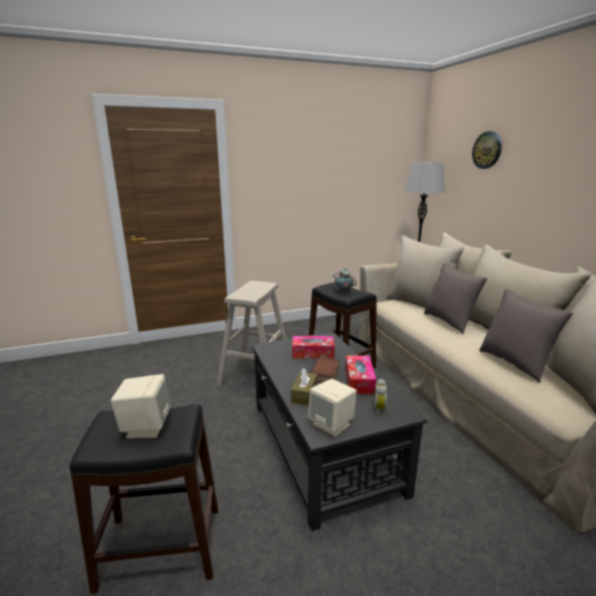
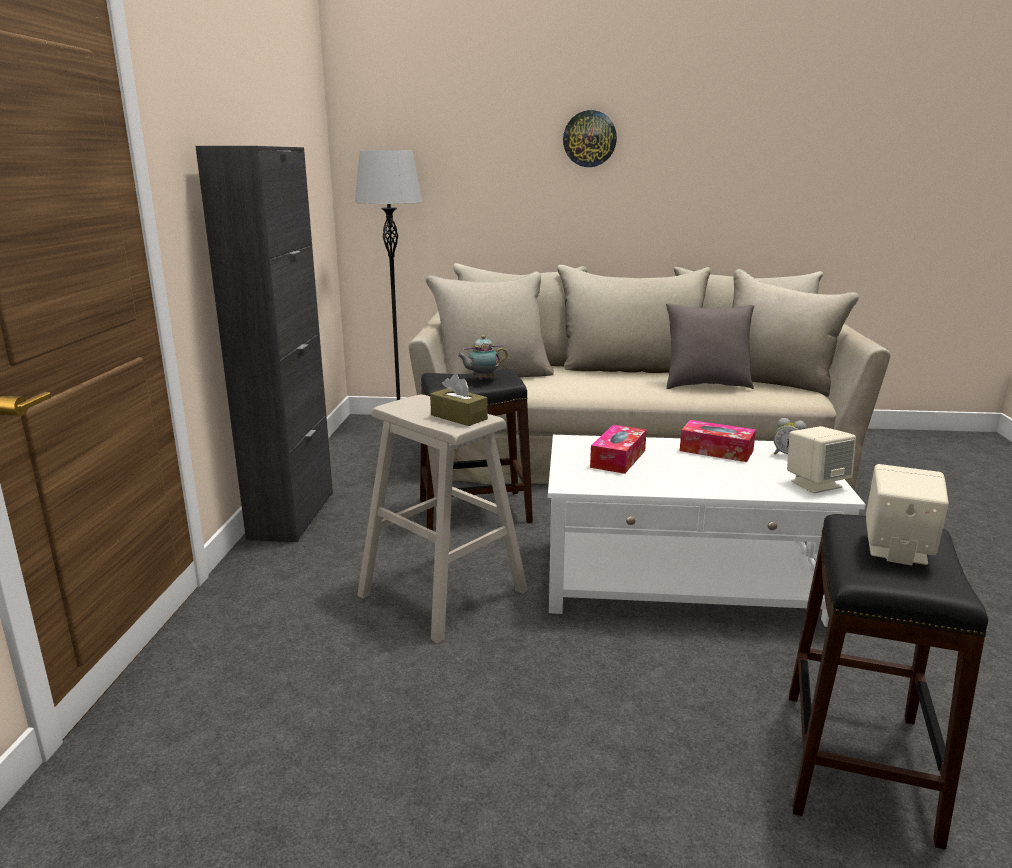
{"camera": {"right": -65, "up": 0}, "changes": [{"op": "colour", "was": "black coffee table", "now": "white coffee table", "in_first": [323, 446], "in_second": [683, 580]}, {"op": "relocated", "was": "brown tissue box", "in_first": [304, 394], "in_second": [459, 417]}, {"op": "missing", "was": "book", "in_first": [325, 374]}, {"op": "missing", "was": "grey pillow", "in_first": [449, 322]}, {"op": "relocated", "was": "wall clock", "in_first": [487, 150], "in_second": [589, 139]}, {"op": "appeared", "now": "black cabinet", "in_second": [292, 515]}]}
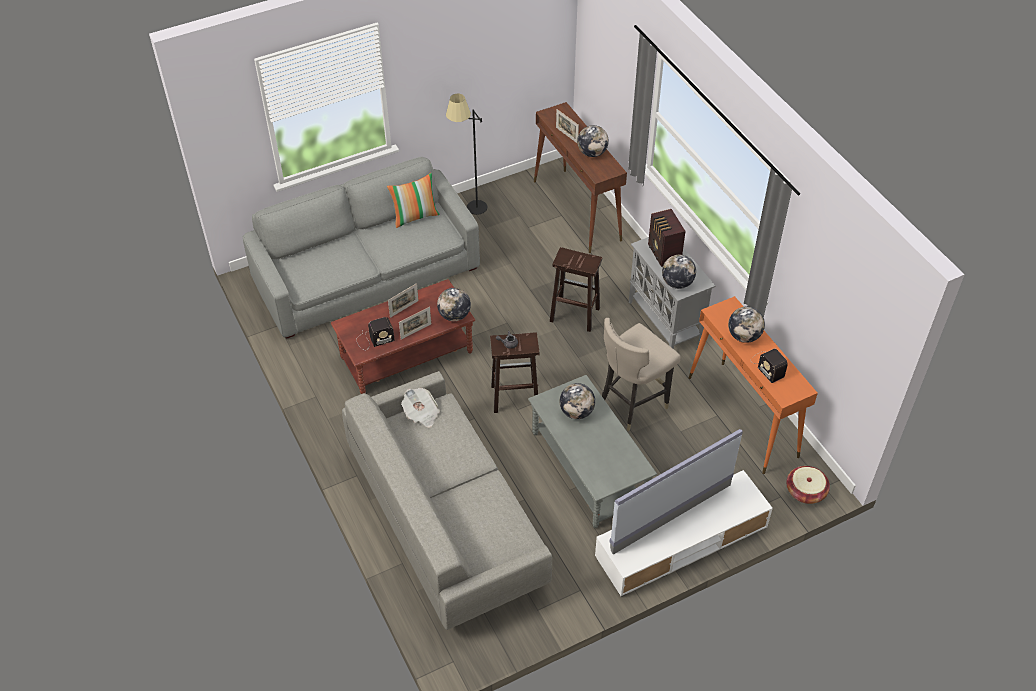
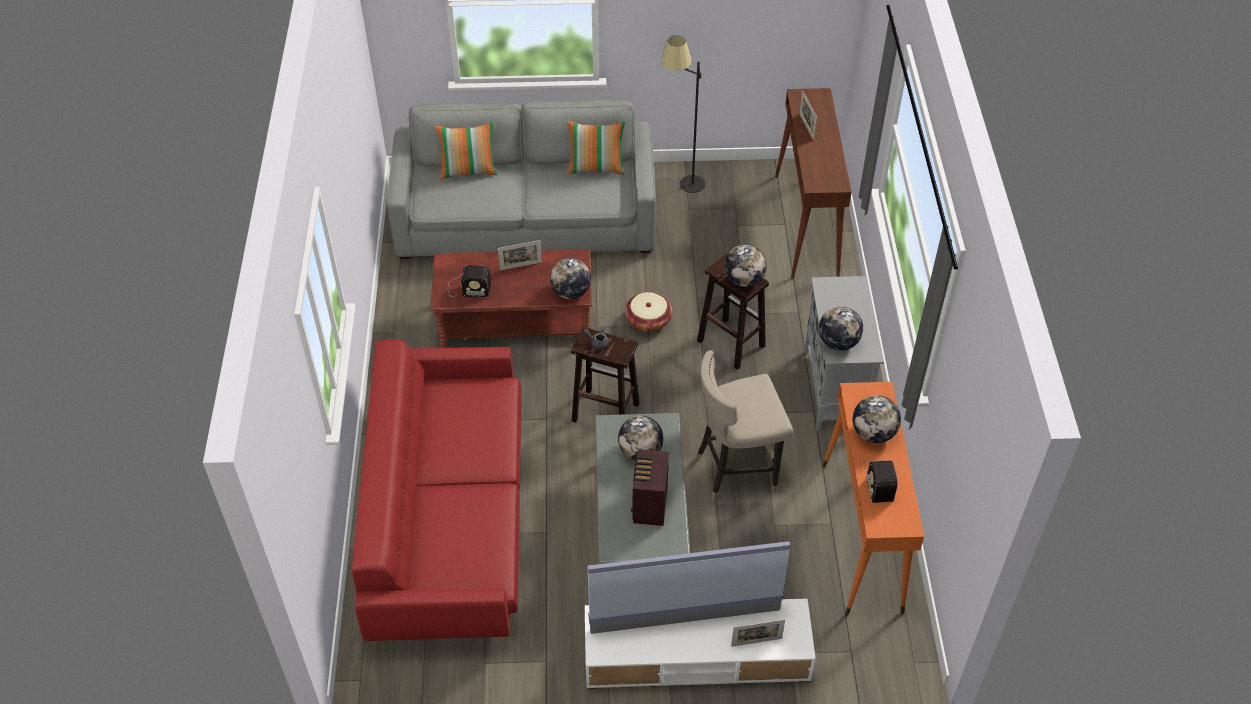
{"camera": {"right": 25, "up": 0}, "changes": [{"op": "colour", "was": "grey sofa", "now": "red sofa", "in_first": [447, 518], "in_second": [450, 519]}, {"op": "relocated", "was": "picture frame", "in_first": [416, 331], "in_second": [756, 642]}, {"op": "missing", "was": "newspaper", "in_first": [421, 414]}, {"op": "relocated", "was": "globe", "in_first": [592, 153], "in_second": [744, 280]}, {"op": "relocated", "was": "radio", "in_first": [664, 254], "in_second": [649, 506]}, {"op": "relocated", "was": "basket", "in_first": [805, 491], "in_second": [648, 321]}, {"op": "appeared", "now": "pillow", "in_second": [469, 170]}]}
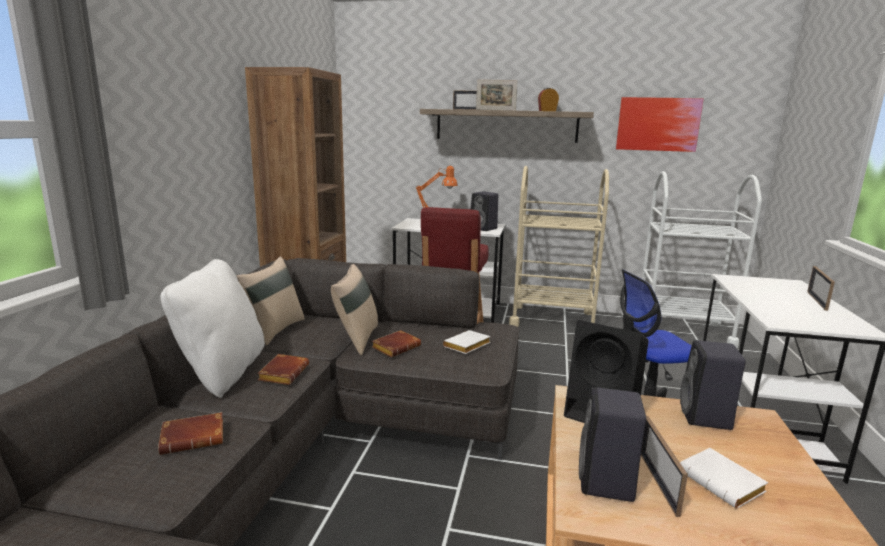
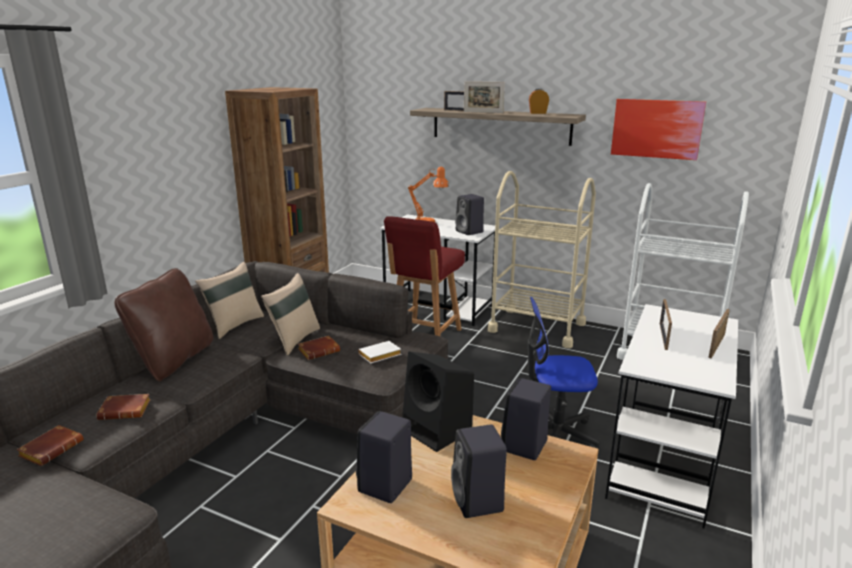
{"camera": {"right": 15, "up": 5}, "changes": [{"op": "colour", "was": "white pillow", "now": "brown pillow", "in_first": [223, 372], "in_second": [174, 360]}, {"op": "relocated", "was": "brown book", "in_first": [283, 373], "in_second": [52, 448]}, {"op": "relocated", "was": "picture frame", "in_first": [658, 481], "in_second": [663, 336]}, {"op": "exchanged", "was": "white book", "now": "black speaker", "in_first": [723, 483], "in_second": [478, 502]}]}
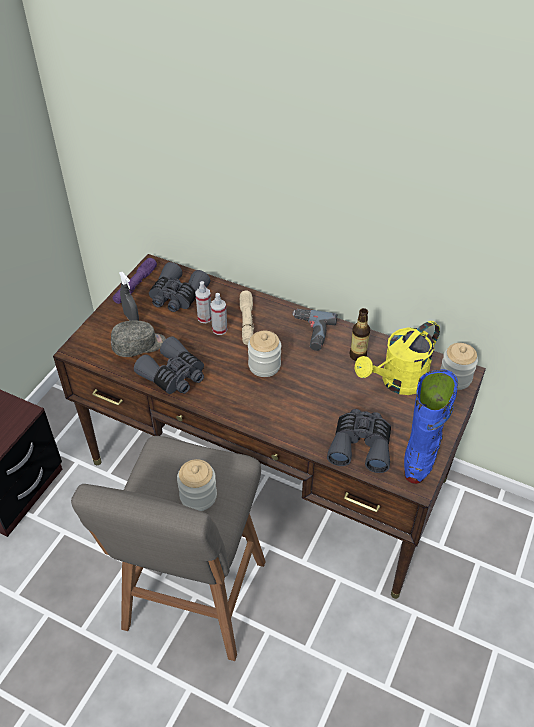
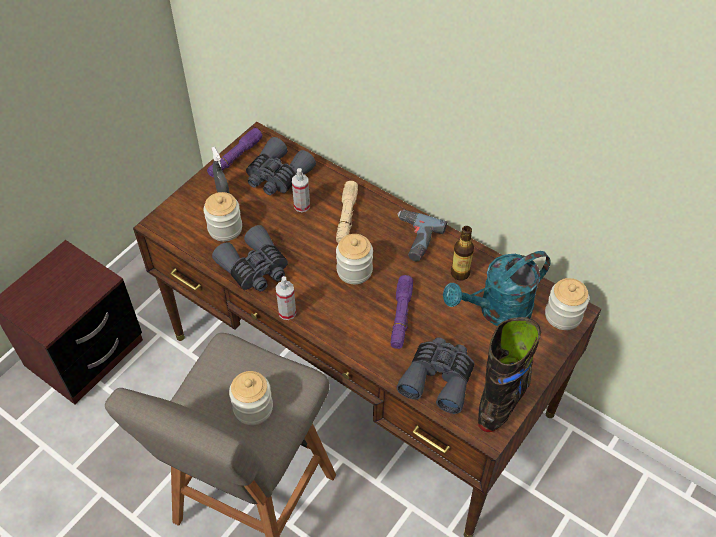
{"camera": {"right": 10, "up": 5}, "changes": [{"op": "exchanged", "was": "grey cap", "now": "jar", "in_first": [139, 345], "in_second": [225, 228]}, {"op": "relocated", "was": "spray bottle", "in_first": [219, 329], "in_second": [287, 312]}, {"op": "colour", "was": "yellow watering can", "now": "turquoise watering can", "in_first": [397, 382], "in_second": [497, 311]}, {"op": "colour", "was": "blue boot", "now": "black boot", "in_first": [422, 452], "in_second": [504, 397]}, {"op": "appeared", "now": "purple flashlight", "in_second": [401, 316]}]}
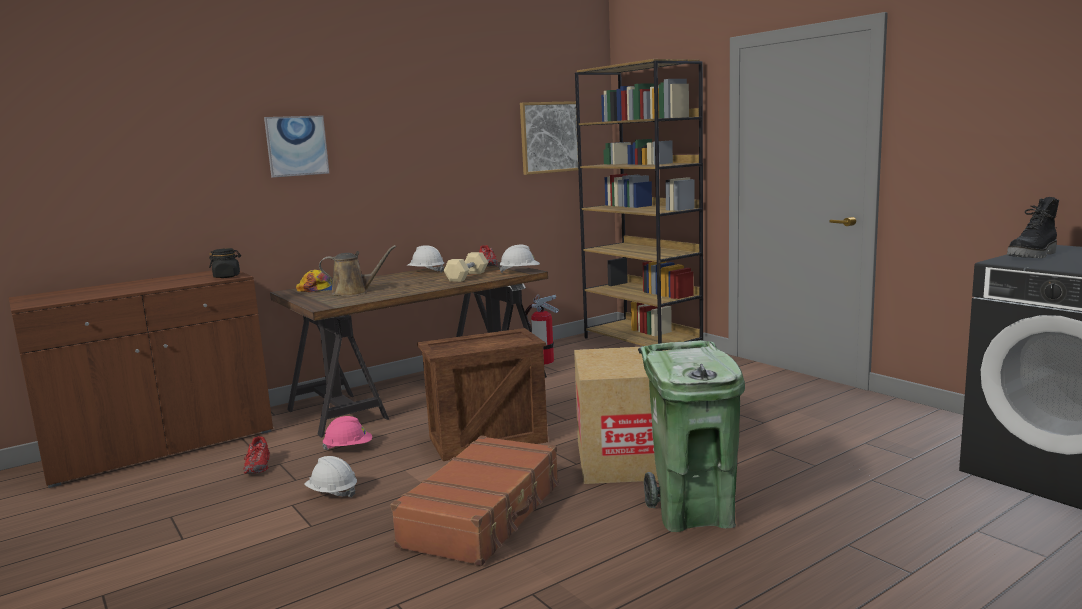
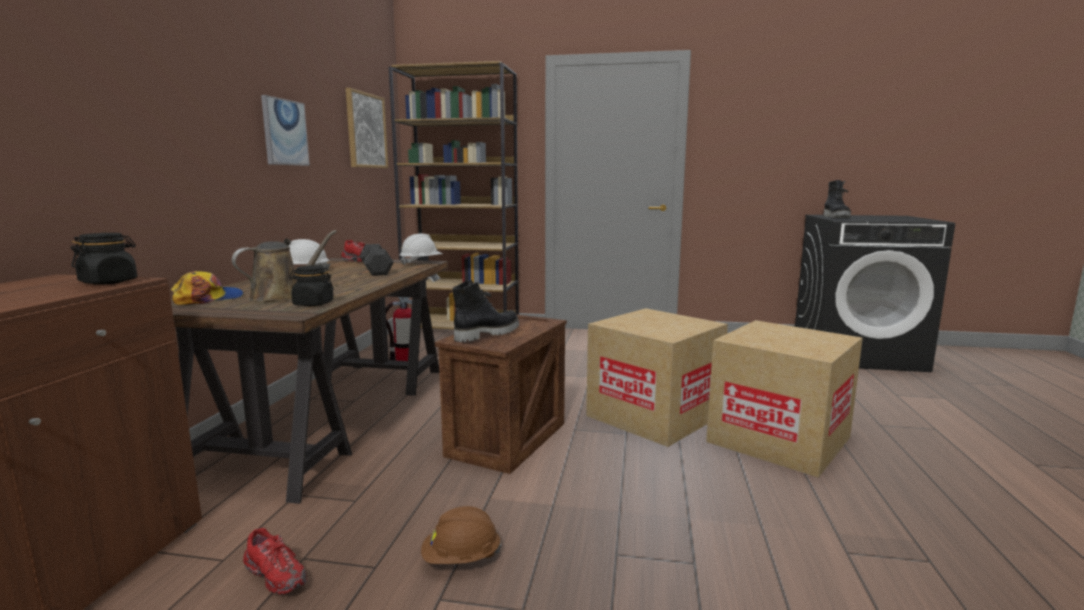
{"camera": {"right": -45, "up": 0}, "changes": [{"op": "relocated", "was": "picture", "in_first": [296, 146], "in_second": [284, 132]}, {"op": "colour", "was": "white hard hat", "now": "brown hard hat", "in_first": [332, 493], "in_second": [461, 559]}, {"op": "missing", "was": "pink hard hat", "in_first": [348, 448]}, {"op": "missing", "was": "brown suitcase", "in_first": [484, 515]}, {"op": "colour", "was": "beige dumbbell", "now": "black dumbbell", "in_first": [467, 276], "in_second": [376, 271]}, {"op": "exchanged", "was": "green trash can", "now": "cardboard box", "in_first": [693, 514], "in_second": [778, 439]}, {"op": "appeared", "now": "black jar", "in_second": [313, 304]}, {"op": "appeared", "now": "black boot", "in_second": [486, 334]}]}
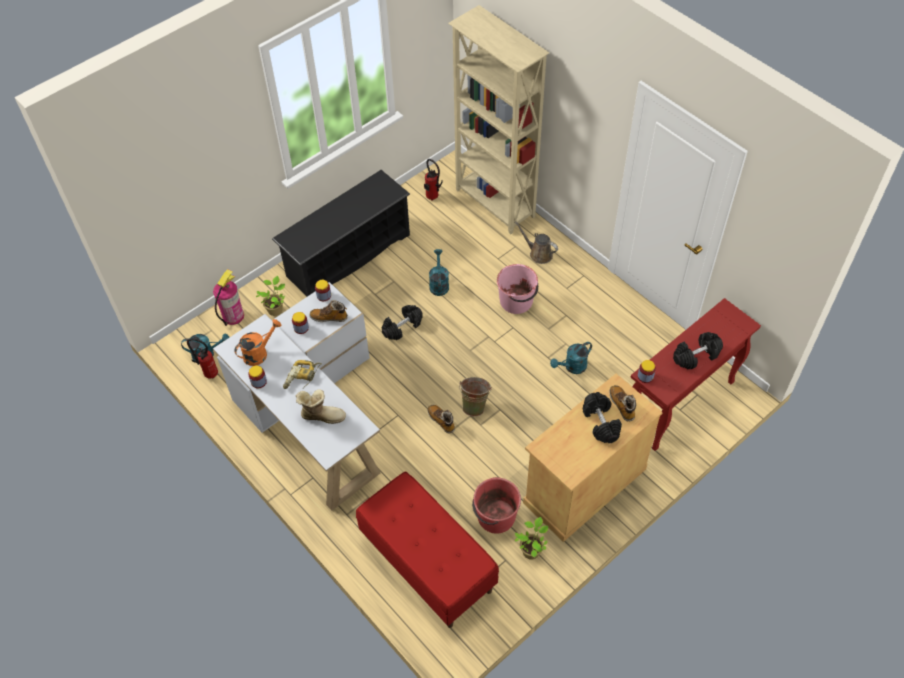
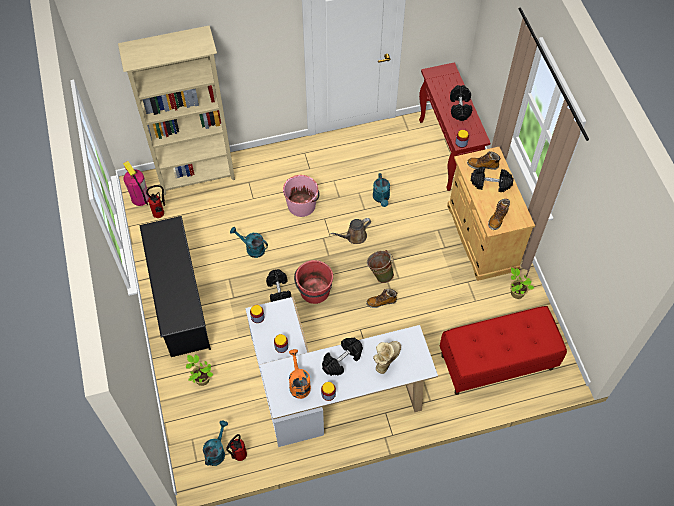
{"camera": {"right": -65, "up": 5}, "changes": [{"op": "relocated", "was": "fire extinguisher", "in_first": [233, 316], "in_second": [140, 198]}, {"op": "exchanged", "was": "power drill", "now": "black dumbbell", "in_first": [302, 378], "in_second": [342, 360]}, {"op": "relocated", "was": "boot", "in_first": [329, 317], "in_second": [498, 218]}, {"op": "relocated", "was": "red bucket", "in_first": [495, 516], "in_second": [314, 291]}, {"op": "relocated", "was": "brown watering can", "in_first": [538, 254], "in_second": [354, 236]}]}
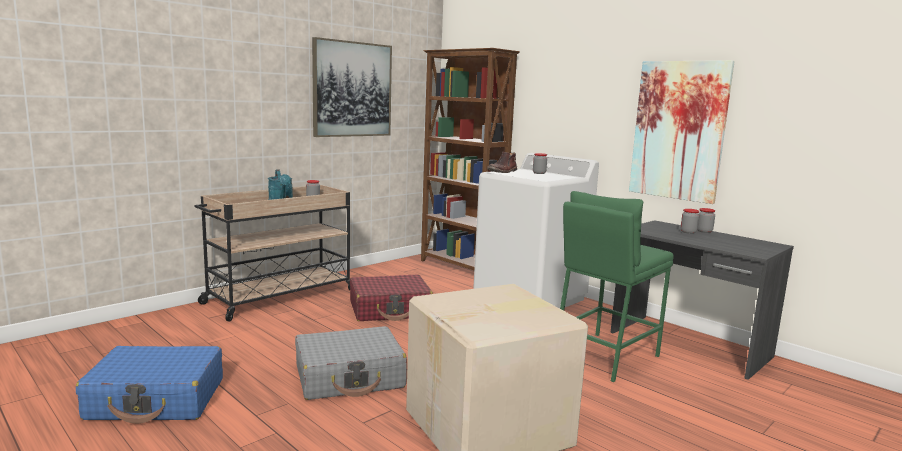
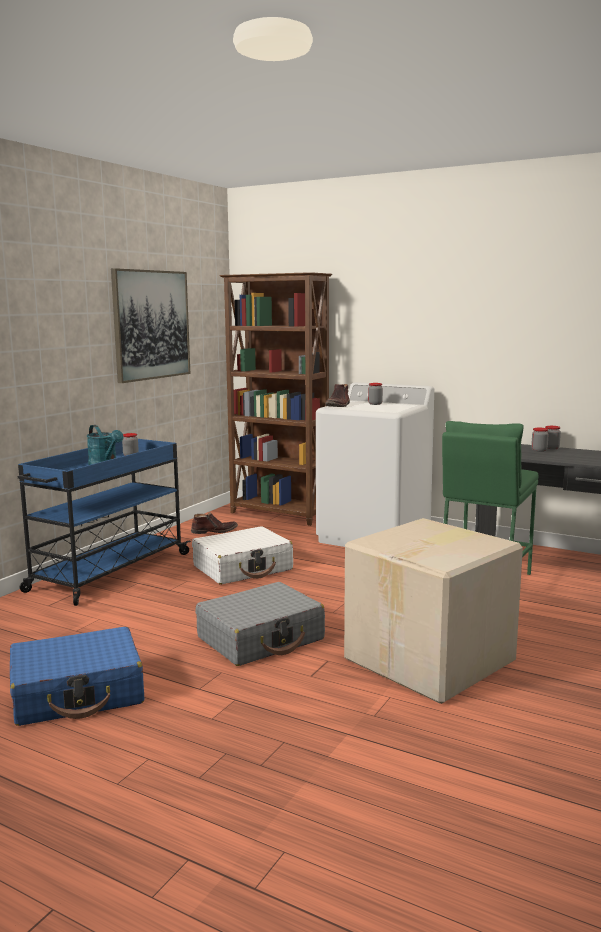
{"camera": {"right": -15, "up": 0}, "changes": [{"op": "colour", "was": "beige cart", "now": "blue cart", "in_first": [279, 297], "in_second": [108, 572]}, {"op": "colour", "was": "red suitcase", "now": "white suitcase", "in_first": [390, 310], "in_second": [243, 568]}, {"op": "missing", "was": "picture", "in_first": [678, 130]}, {"op": "appeared", "now": "brown boot", "in_second": [214, 531]}]}
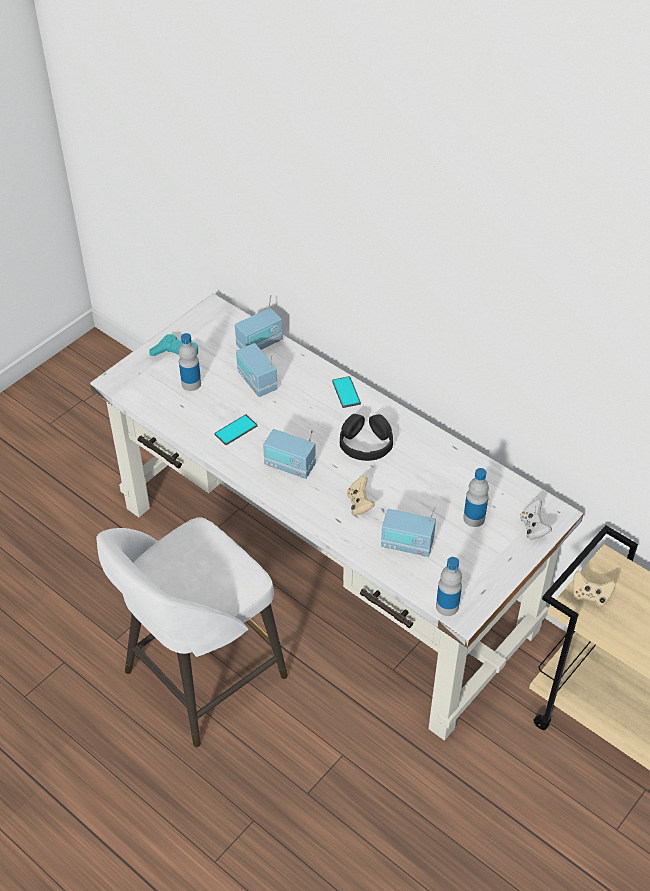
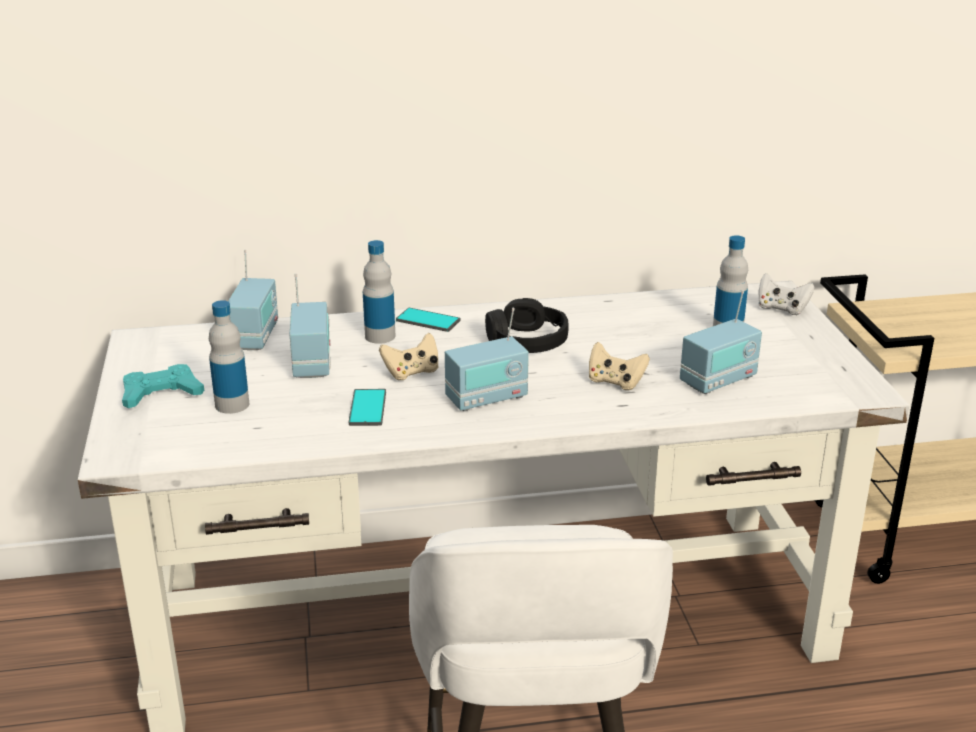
{"camera": {"right": -50, "up": -20}, "changes": [{"op": "spun", "was": "radio", "in_first": [256, 382], "in_second": [313, 363], "clockwise": -105}, {"op": "relocated", "was": "bottle", "in_first": [447, 606], "in_second": [380, 336]}, {"op": "relocated", "was": "beige game controller", "in_first": [590, 595], "in_second": [411, 372]}]}
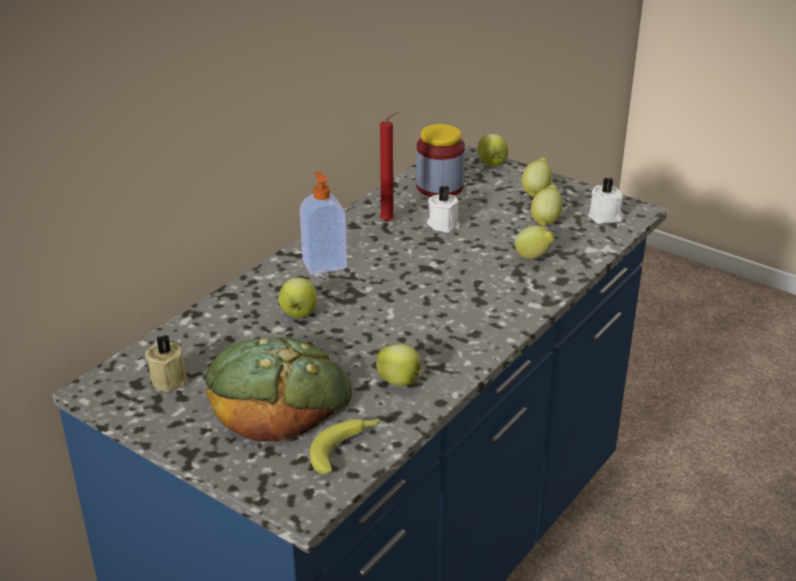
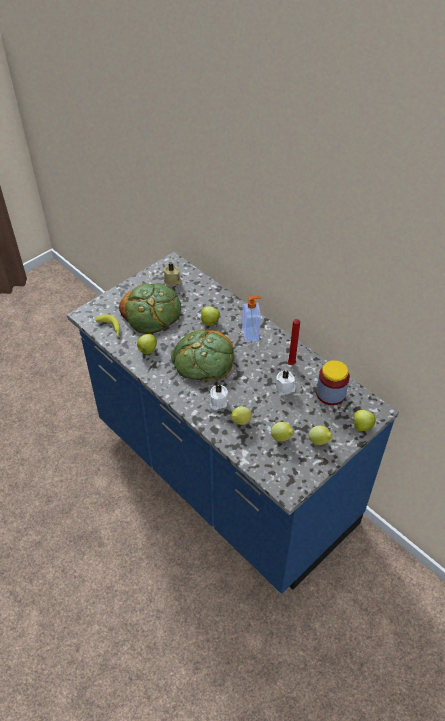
{"camera": {"right": 100, "up": 15}, "changes": [{"op": "relocated", "was": "white candle", "in_first": [605, 217], "in_second": [217, 402]}, {"op": "appeared", "now": "bread", "in_second": [203, 359]}]}
